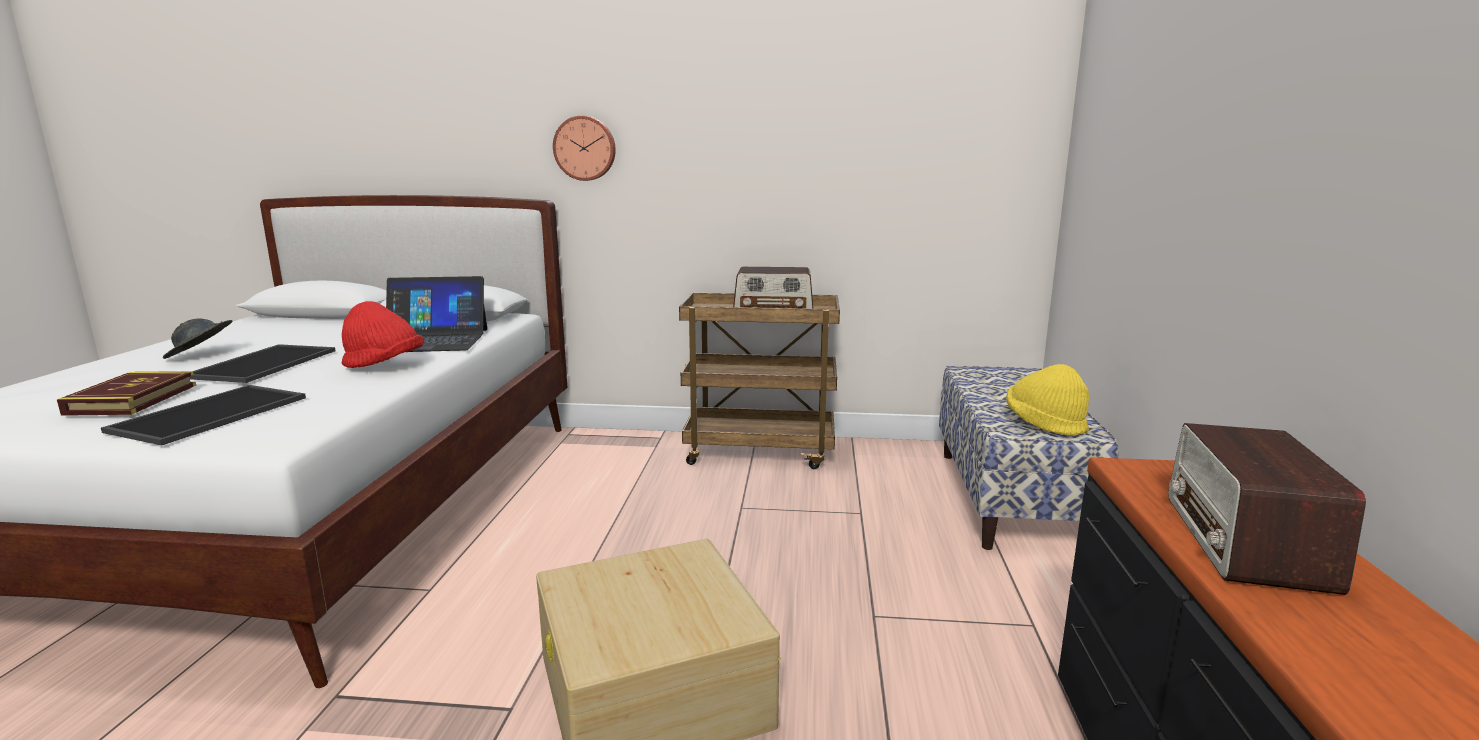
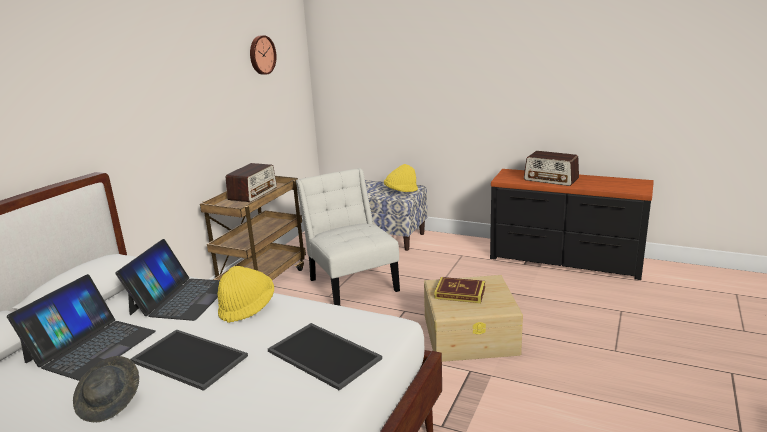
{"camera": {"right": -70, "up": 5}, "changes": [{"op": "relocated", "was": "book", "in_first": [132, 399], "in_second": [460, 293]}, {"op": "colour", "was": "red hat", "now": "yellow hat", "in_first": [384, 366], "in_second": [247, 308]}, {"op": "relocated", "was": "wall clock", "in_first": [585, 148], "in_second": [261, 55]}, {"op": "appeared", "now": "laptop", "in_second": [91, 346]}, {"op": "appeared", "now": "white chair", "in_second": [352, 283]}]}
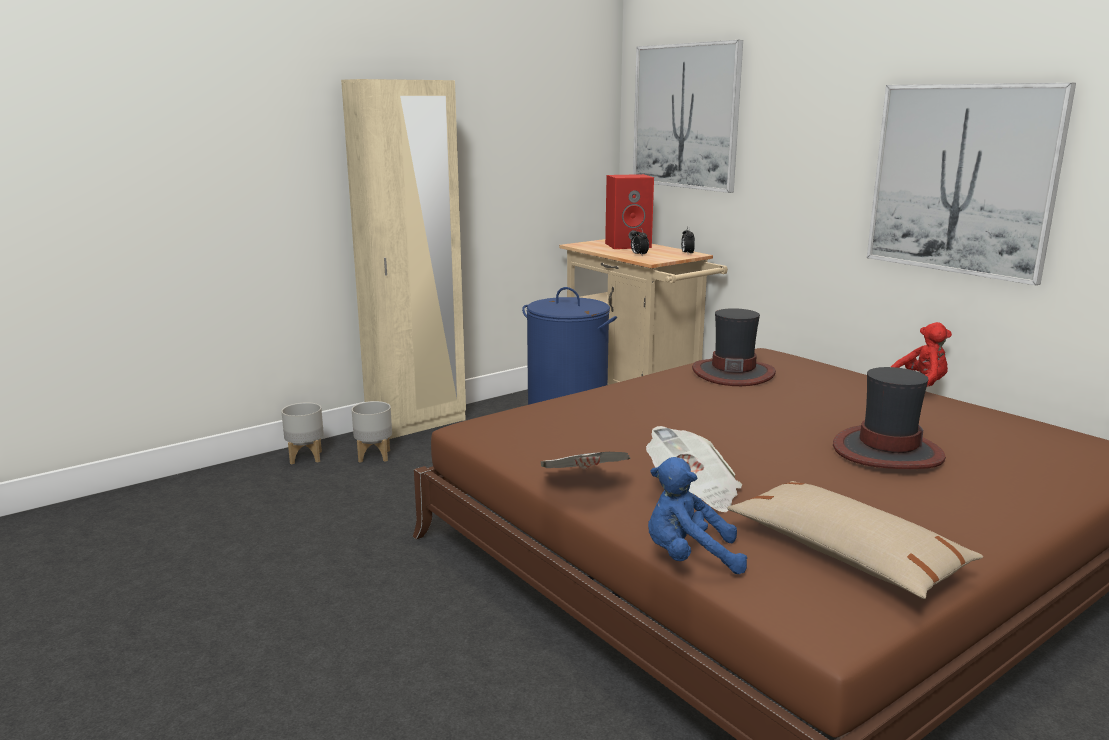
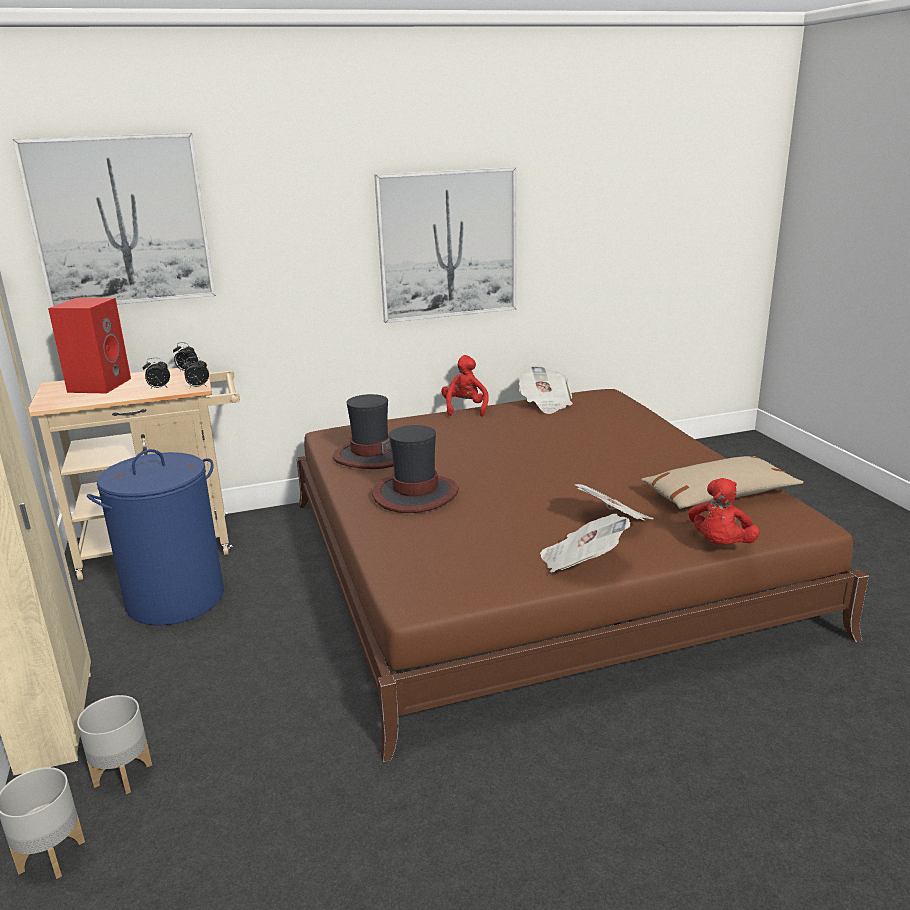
{"camera": {"right": -70, "up": 5}, "changes": [{"op": "colour", "was": "blue plush toy", "now": "red plush toy", "in_first": [689, 558], "in_second": [719, 545]}, {"op": "relocated", "was": "hat", "in_first": [887, 451], "in_second": [415, 494]}, {"op": "appeared", "now": "alarm clock", "in_second": [197, 387]}, {"op": "appeared", "now": "newspaper", "in_second": [545, 404]}]}
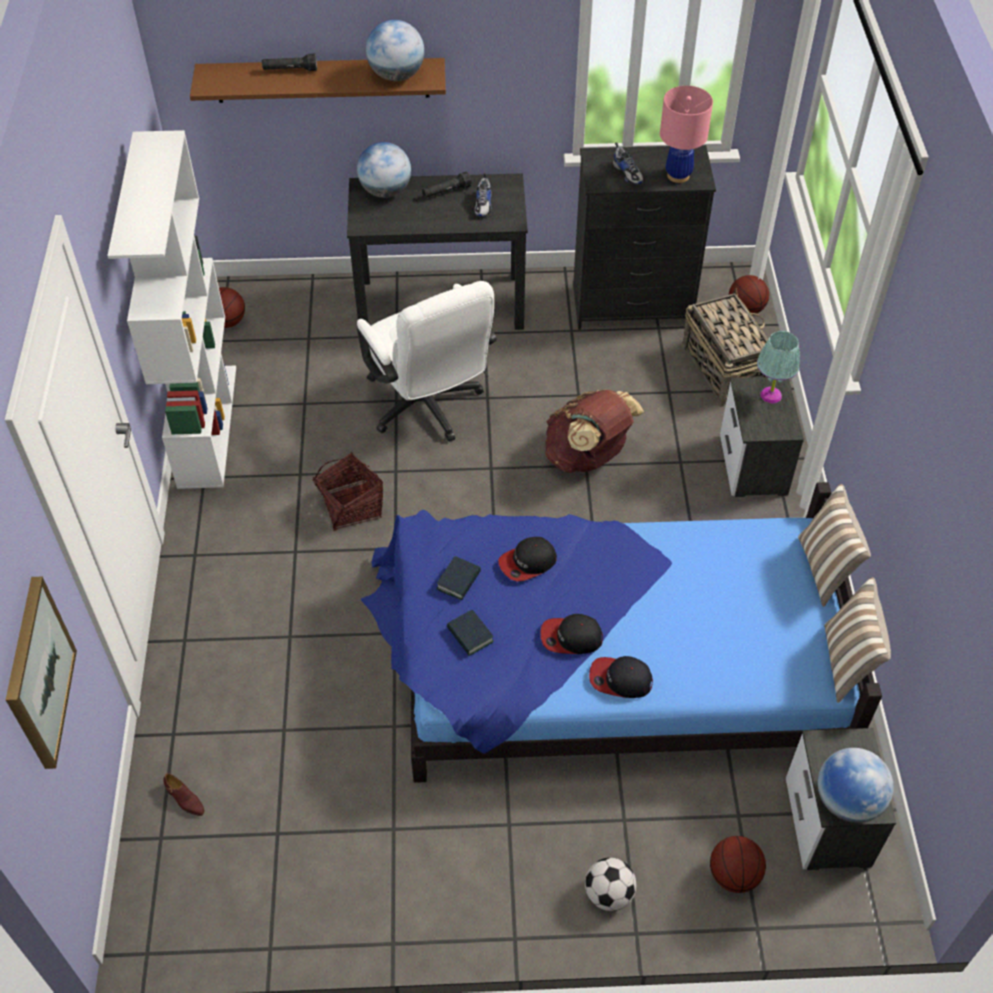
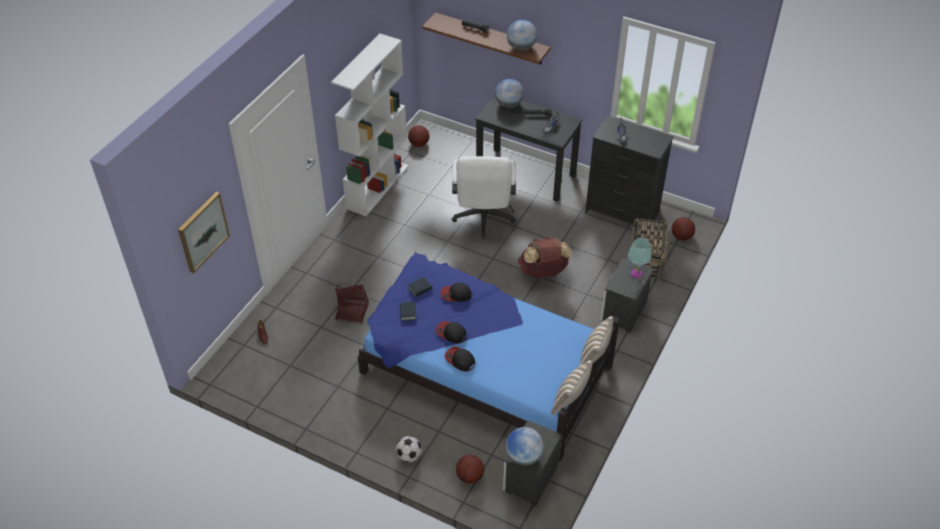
{"camera": {"right": 30, "up": -5}, "changes": [{"op": "relocated", "was": "basket", "in_first": [351, 506], "in_second": [352, 312]}, {"op": "missing", "was": "pink table lamp", "in_first": [678, 175]}]}
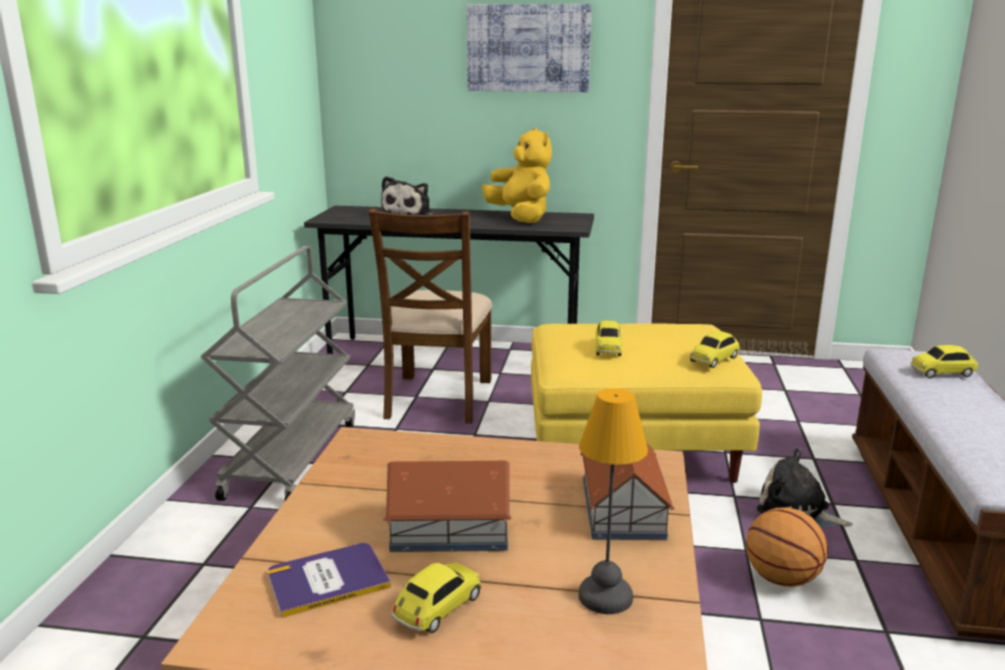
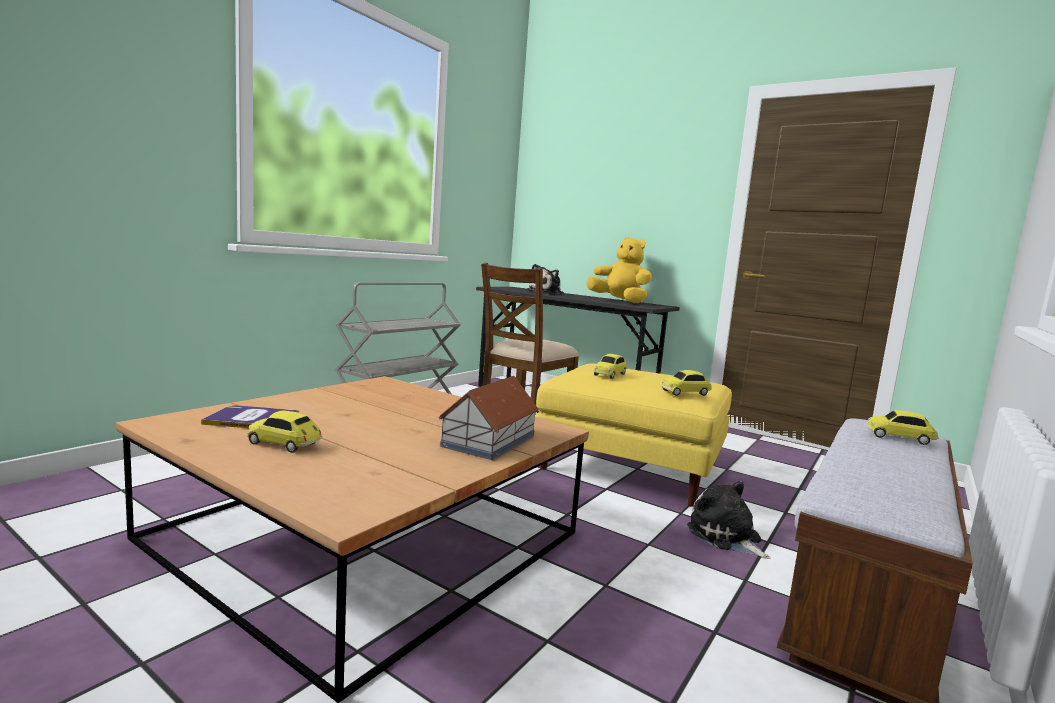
{"camera": {"right": 25, "up": -10}, "changes": [{"op": "missing", "was": "toy house", "in_first": [451, 530]}, {"op": "spun", "was": "toy car", "in_first": [437, 609], "in_second": [285, 444], "clockwise": -135}, {"op": "missing", "was": "picture", "in_first": [528, 48]}, {"op": "spun", "was": "yellow plush toy", "in_first": [521, 218], "in_second": [619, 301], "clockwise": -45}, {"op": "missing", "was": "table lamp", "in_first": [607, 596]}, {"op": "missing", "was": "basketball", "in_first": [781, 579]}]}
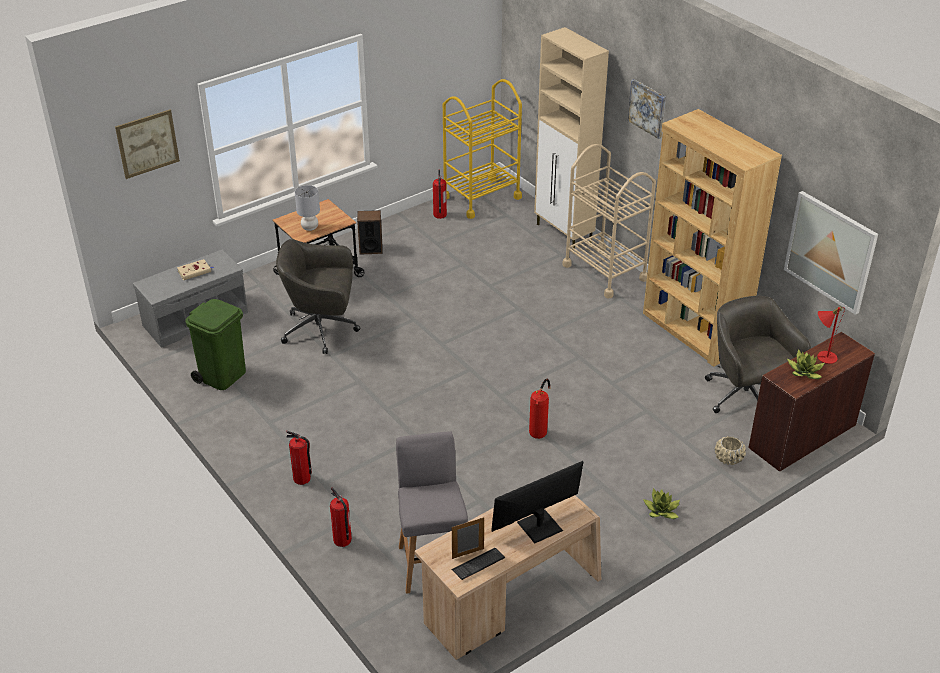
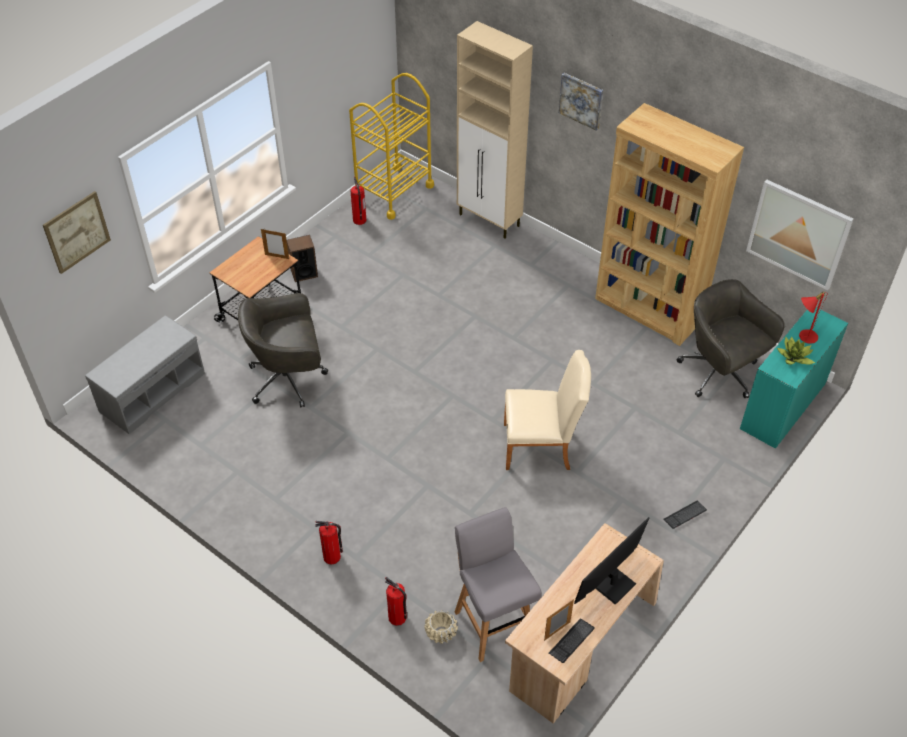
{"camera": {"right": -15, "up": 10}, "changes": [{"op": "missing", "was": "beige book", "in_first": [195, 271]}, {"op": "missing", "was": "green trash can", "in_first": [223, 375]}, {"op": "missing", "was": "grey table lamp", "in_first": [309, 228]}, {"op": "exchanged", "was": "fire extinguisher", "now": "beige chair", "in_first": [540, 426], "in_second": [542, 446]}, {"op": "missing", "was": "beige cart", "in_first": [605, 272]}, {"op": "exchanged", "was": "potted plant", "now": "keyboard", "in_first": [661, 511], "in_second": [685, 515]}, {"op": "relocated", "was": "beige planter", "in_first": [728, 458], "in_second": [441, 633]}, {"op": "colour", "was": "brown desk", "now": "turquoise desk", "in_first": [801, 436], "in_second": [782, 405]}, {"op": "appeared", "now": "picture frame", "in_second": [277, 256]}]}
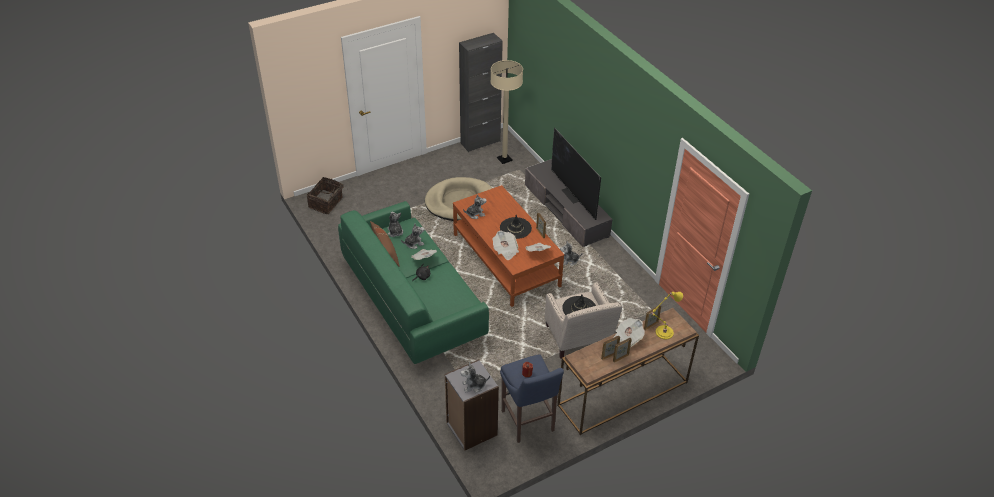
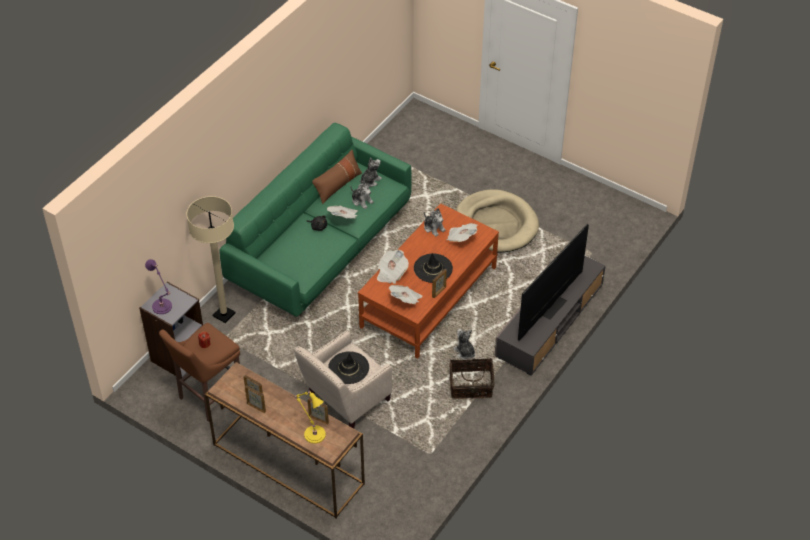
{"camera": {"right": 65, "up": 5}, "changes": [{"op": "relocated", "was": "basket", "in_first": [326, 203], "in_second": [471, 387]}, {"op": "missing", "was": "black cabinet", "in_first": [480, 142]}, {"op": "exchanged", "was": "plush toy", "now": "purple table lamp", "in_first": [474, 385], "in_second": [162, 307]}, {"op": "relocated", "was": "beige floor lamp", "in_first": [504, 159], "in_second": [224, 314]}, {"op": "colour", "was": "blue stool", "now": "brown stool", "in_first": [528, 423], "in_second": [208, 398]}, {"op": "relocated", "was": "newspaper", "in_first": [626, 339], "in_second": [461, 238]}]}
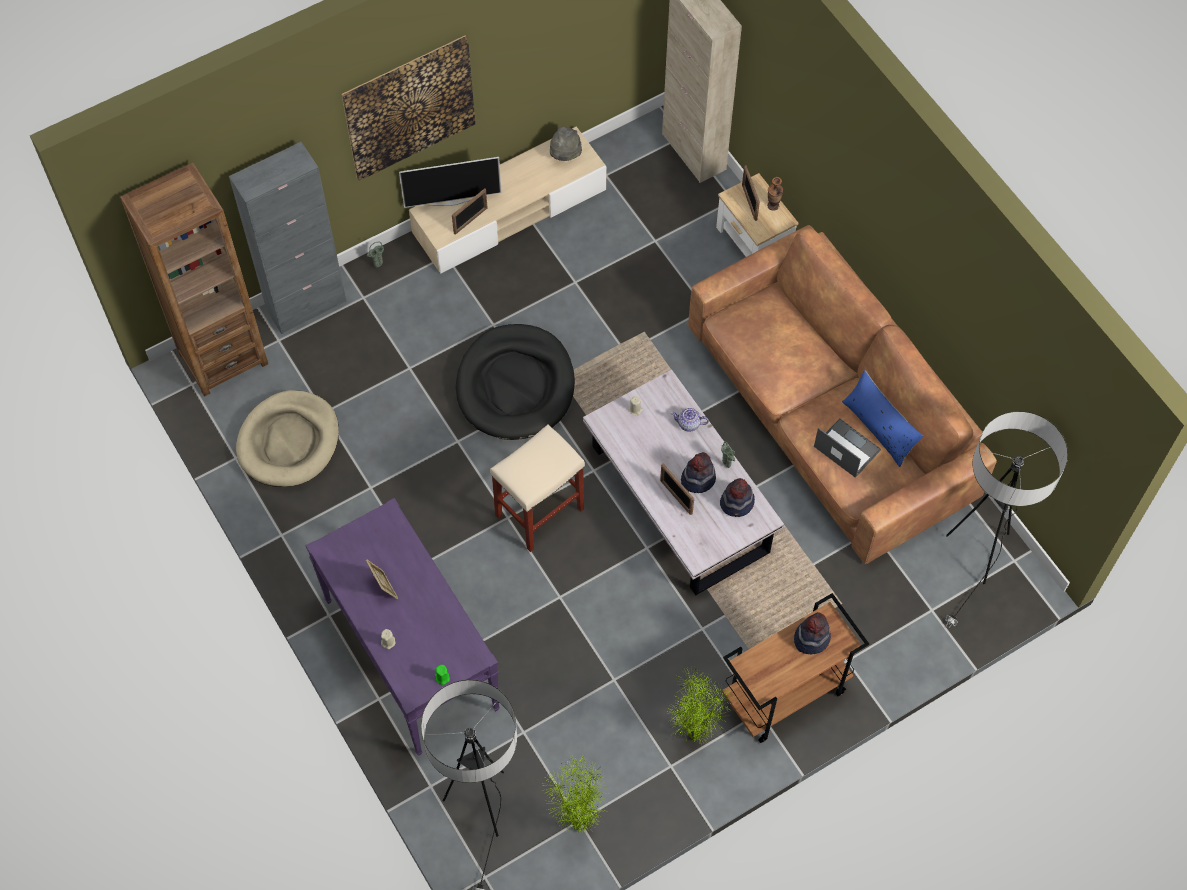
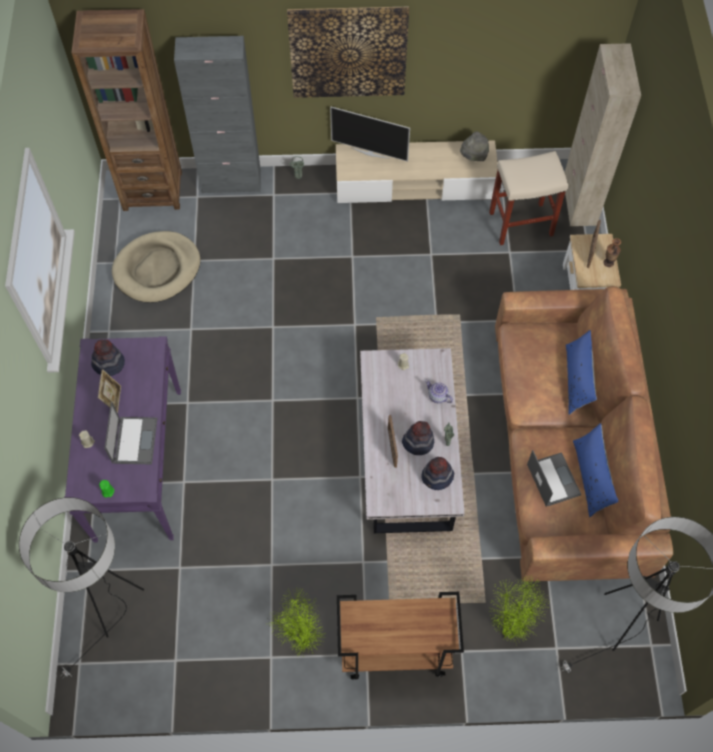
{"camera": {"right": 30, "up": 0}, "changes": [{"op": "missing", "was": "picture frame", "in_first": [470, 220]}, {"op": "missing", "was": "black dog bed", "in_first": [515, 385]}, {"op": "relocated", "was": "beige stool", "in_first": [539, 513], "in_second": [520, 224]}, {"op": "relocated", "was": "potted plant", "in_first": [578, 824], "in_second": [507, 631]}, {"op": "relocated", "was": "hat", "in_first": [811, 638], "in_second": [109, 363]}, {"op": "appeared", "now": "laptop", "in_second": [134, 440]}, {"op": "appeared", "now": "blue pillow", "in_second": [577, 379]}]}
